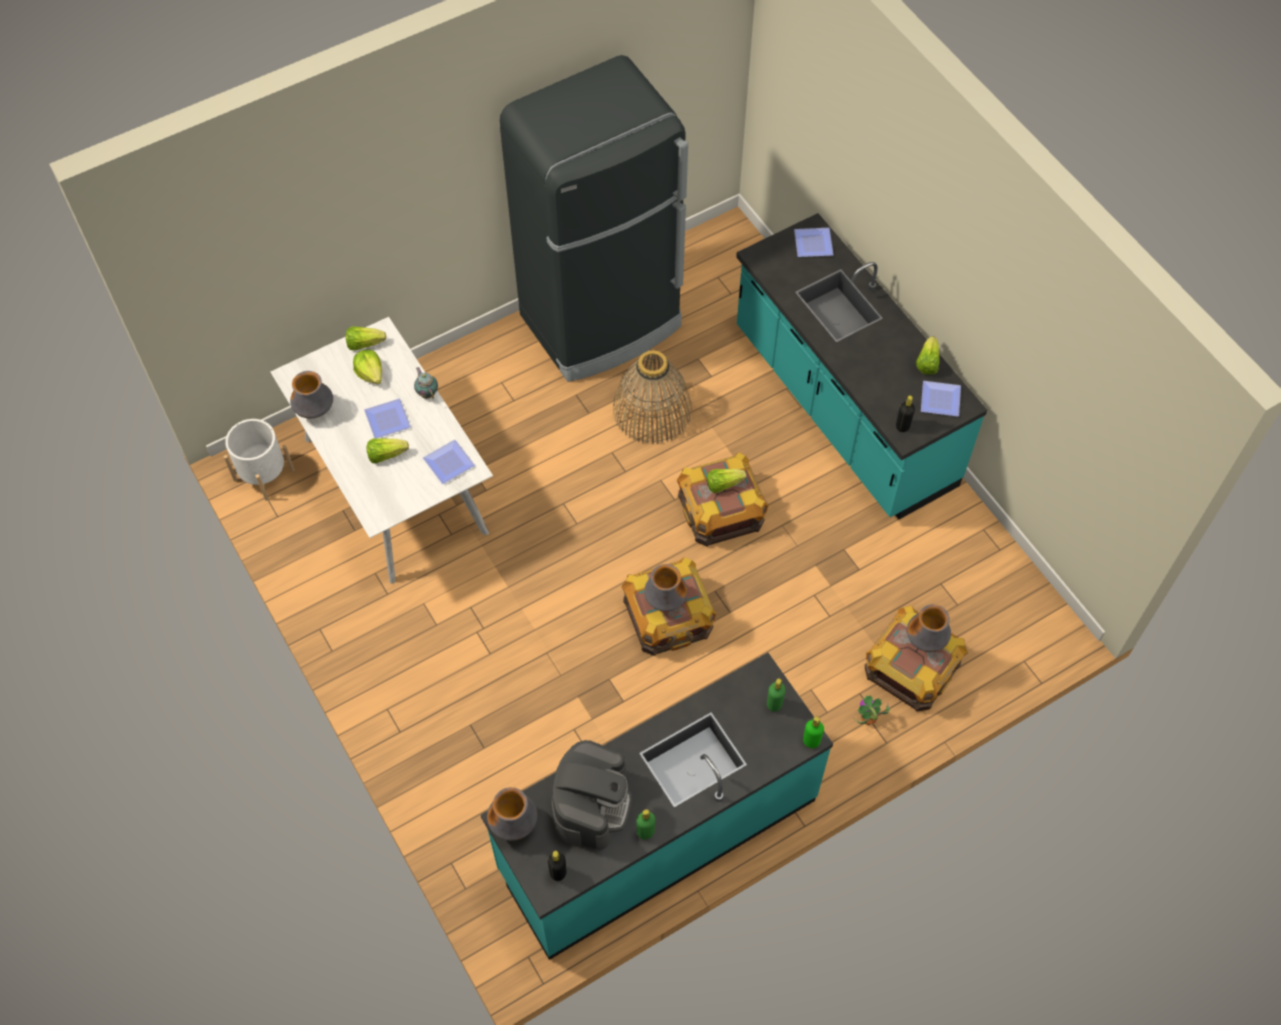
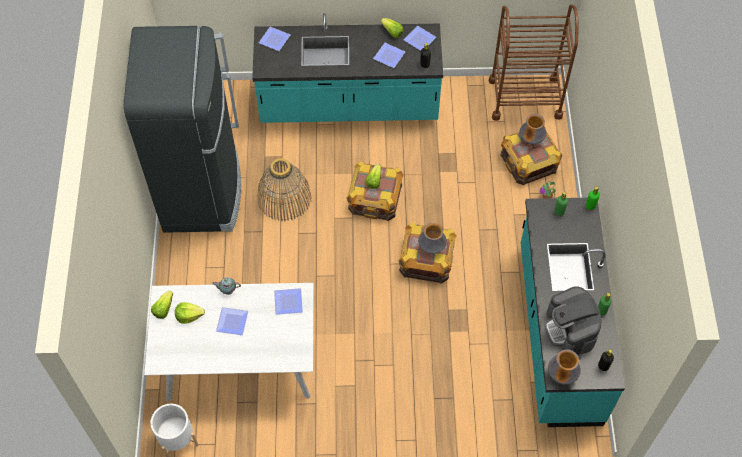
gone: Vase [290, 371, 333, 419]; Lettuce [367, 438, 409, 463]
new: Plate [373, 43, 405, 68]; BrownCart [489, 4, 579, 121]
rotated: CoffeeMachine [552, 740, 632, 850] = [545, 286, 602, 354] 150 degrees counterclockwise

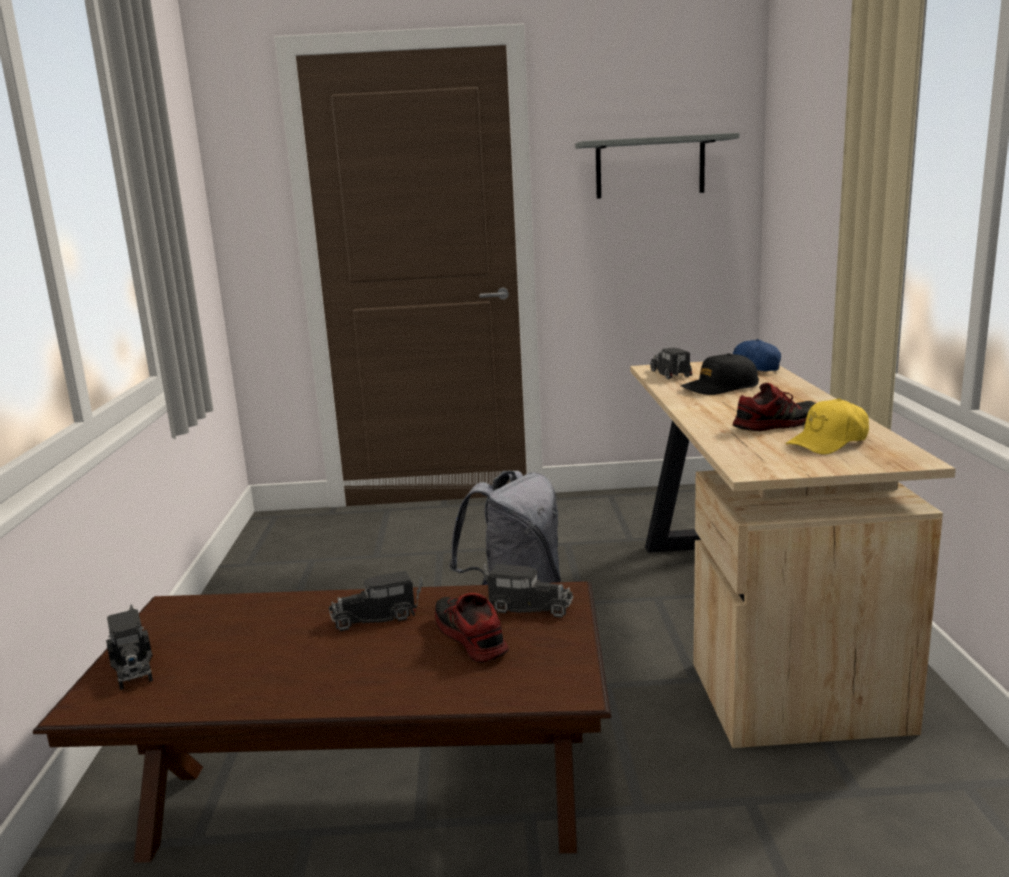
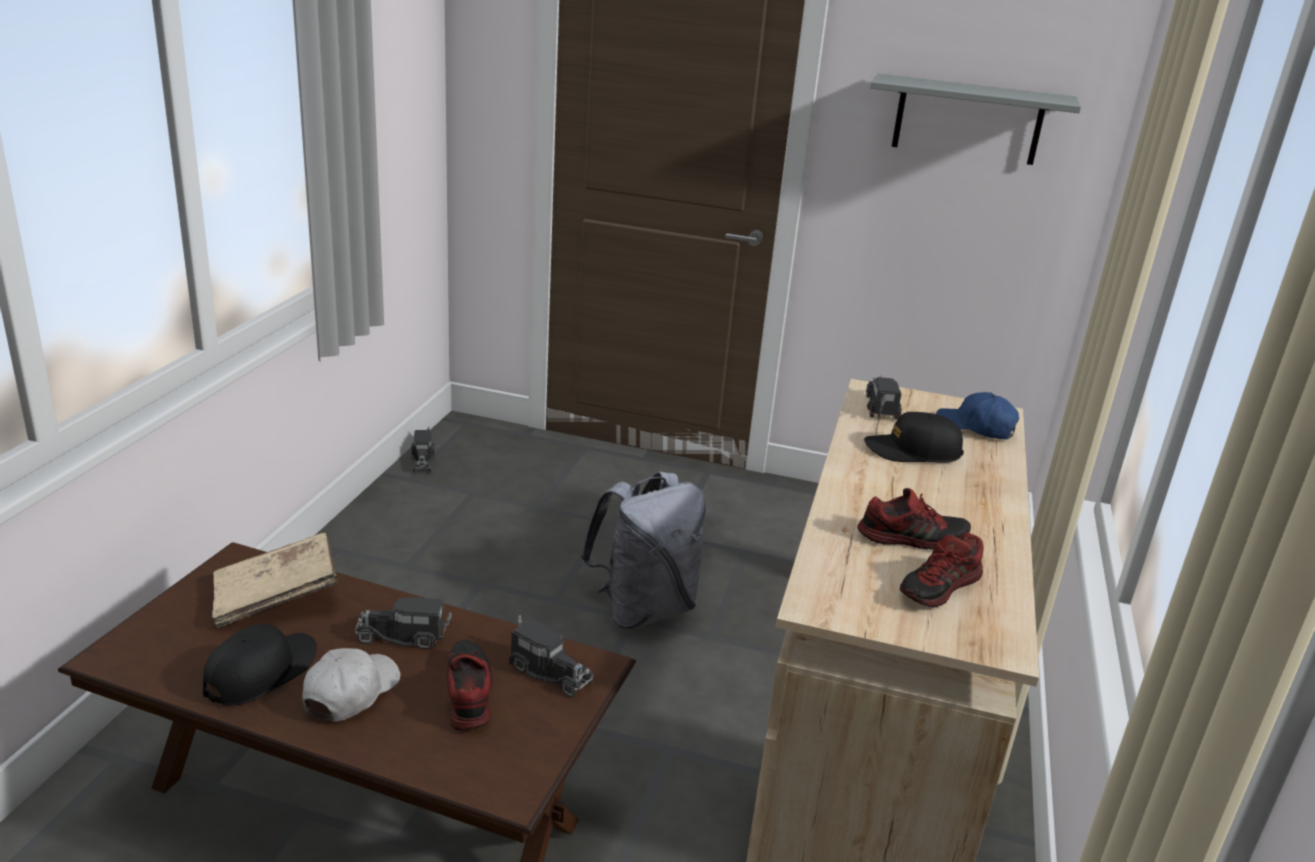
new: BlackCap [203, 623, 317, 706]; BeigeBook [212, 533, 338, 628]; WhiteCap [302, 648, 401, 722]
shifted: ToyTruck [106, 604, 153, 690] to [411, 426, 435, 473]
swapped: YellowCap [785, 398, 869, 455] to Shoe [900, 533, 984, 607]

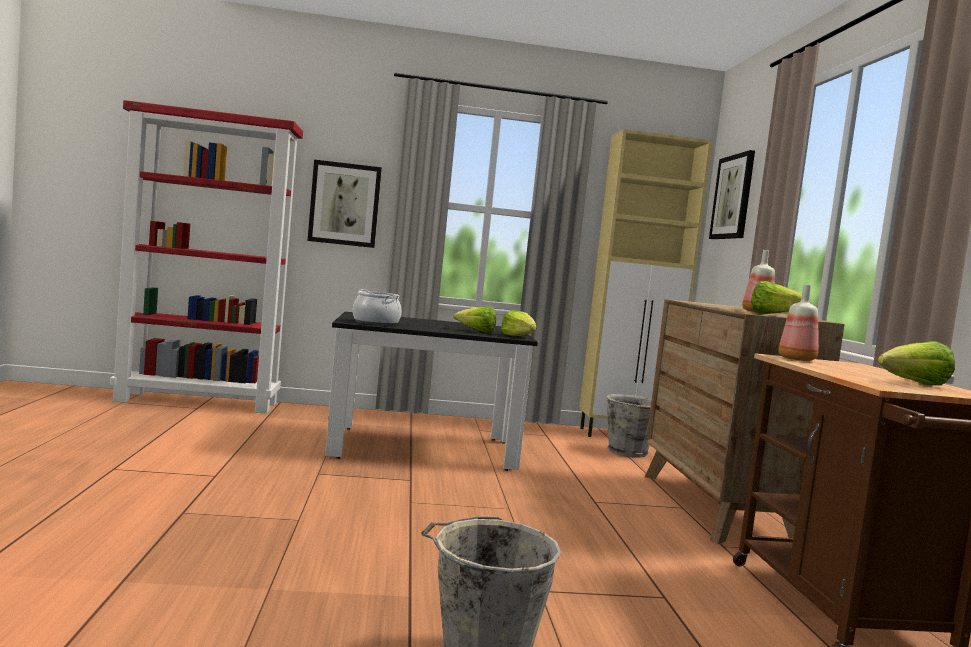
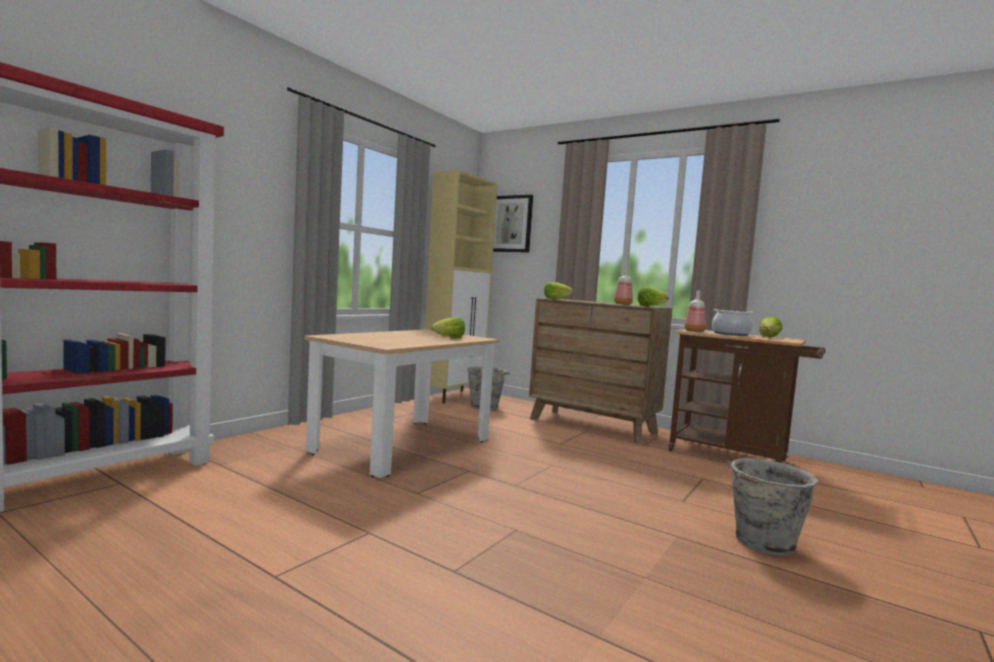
gone: Picture [308, 160, 382, 248]
shifted: CookingPot [353, 289, 401, 326] to [712, 309, 754, 336]; Lettuce [501, 310, 537, 336] to [544, 282, 573, 299]
repainted: BlackDiningTable [325, 312, 538, 471] to BeigeDiningTable [305, 330, 499, 478]

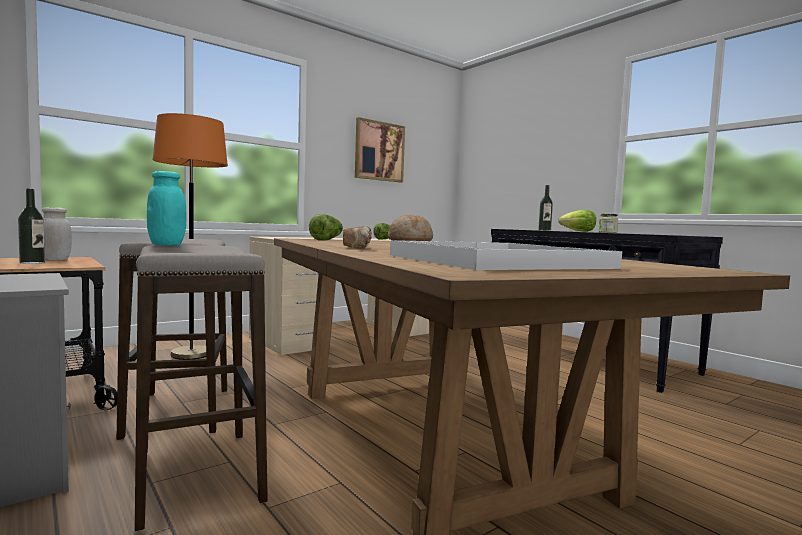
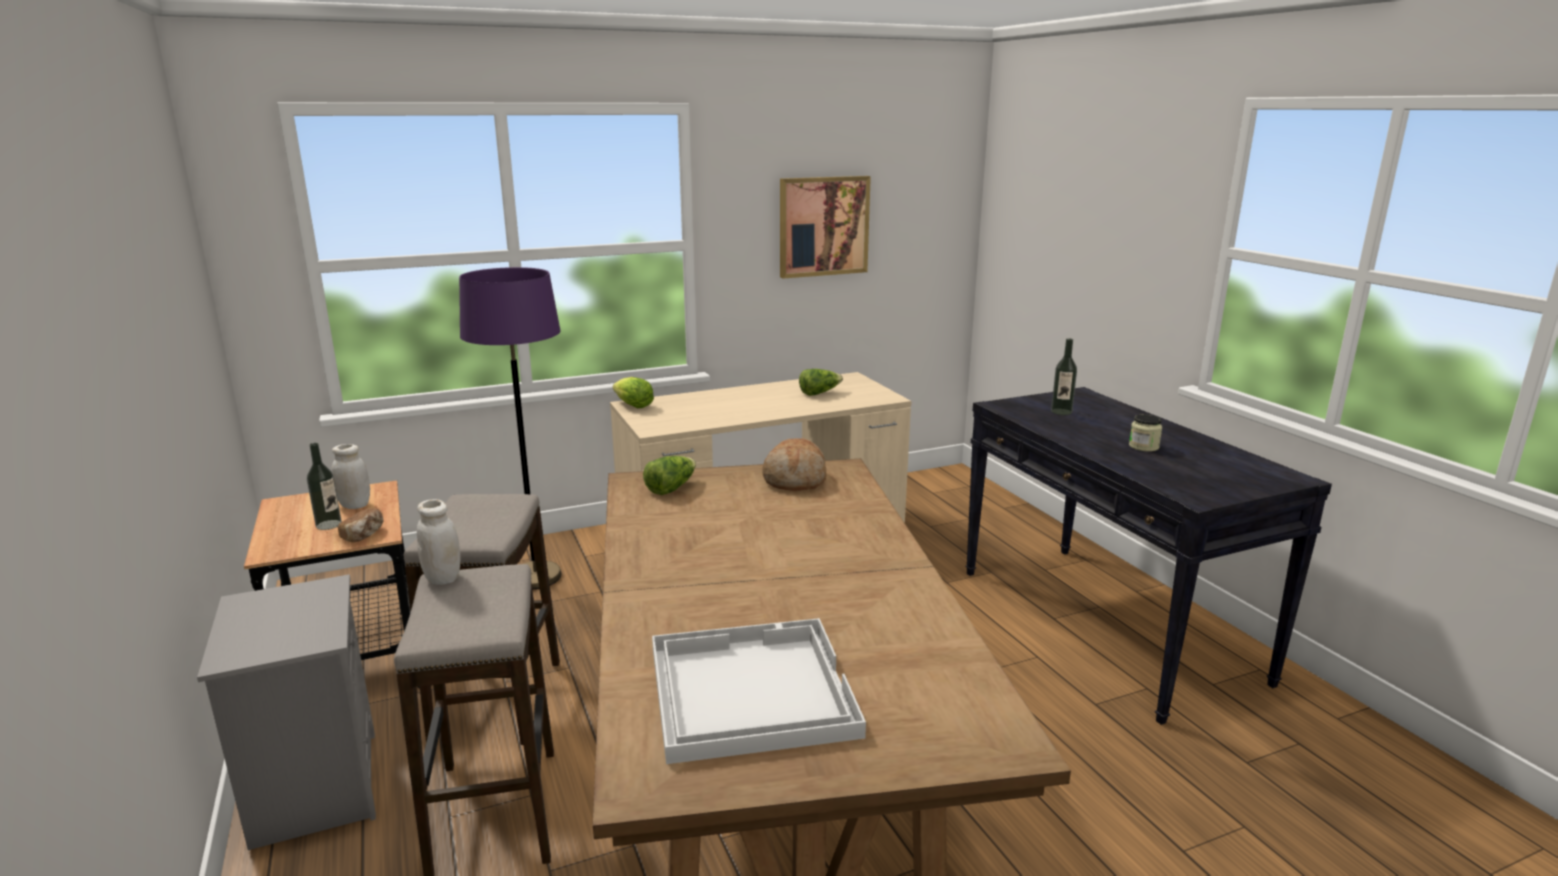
shifted: Bread [343, 226, 372, 249] to [338, 508, 384, 542]; Lettuce [558, 210, 596, 232] to [613, 377, 654, 408]
repainted: TurquoiseJar [147, 171, 187, 245] to WhiteJar [417, 499, 460, 585]; OrangeFloorLamp [152, 113, 228, 360] to PurpleFloorLamp [459, 267, 562, 589]

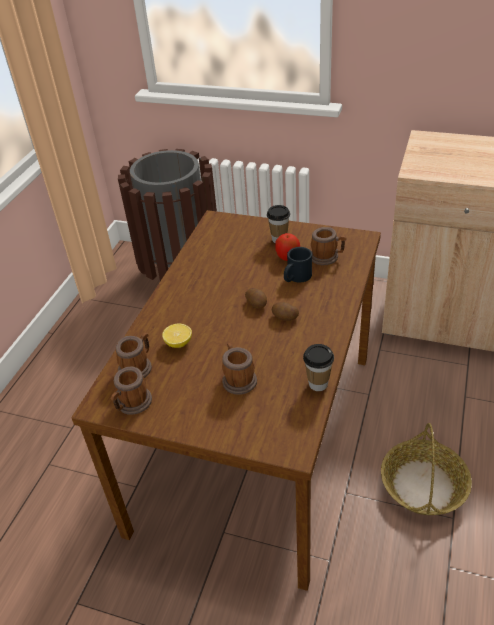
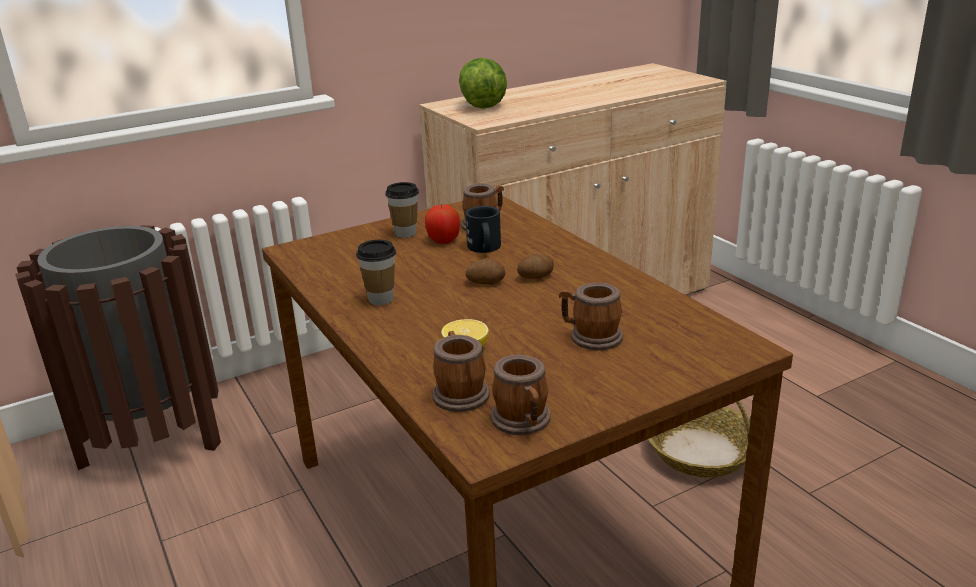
new: Lettuce [459, 58, 507, 109]
shifted: Cup [303, 344, 334, 391] to [356, 240, 396, 305]

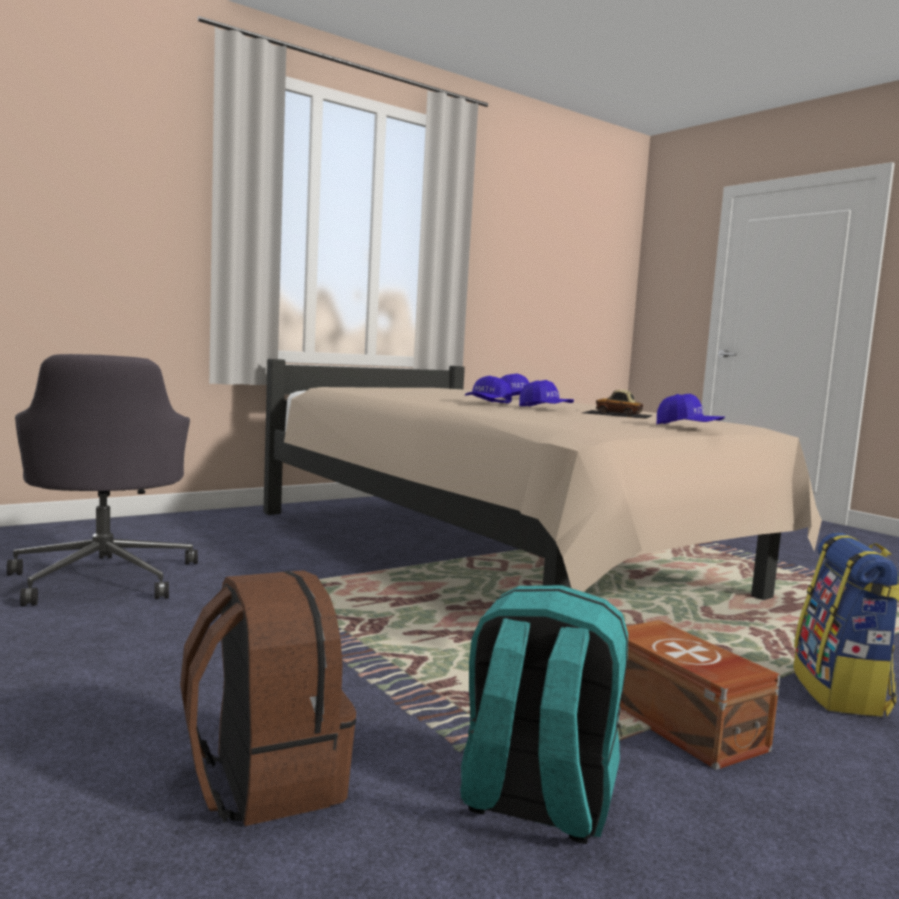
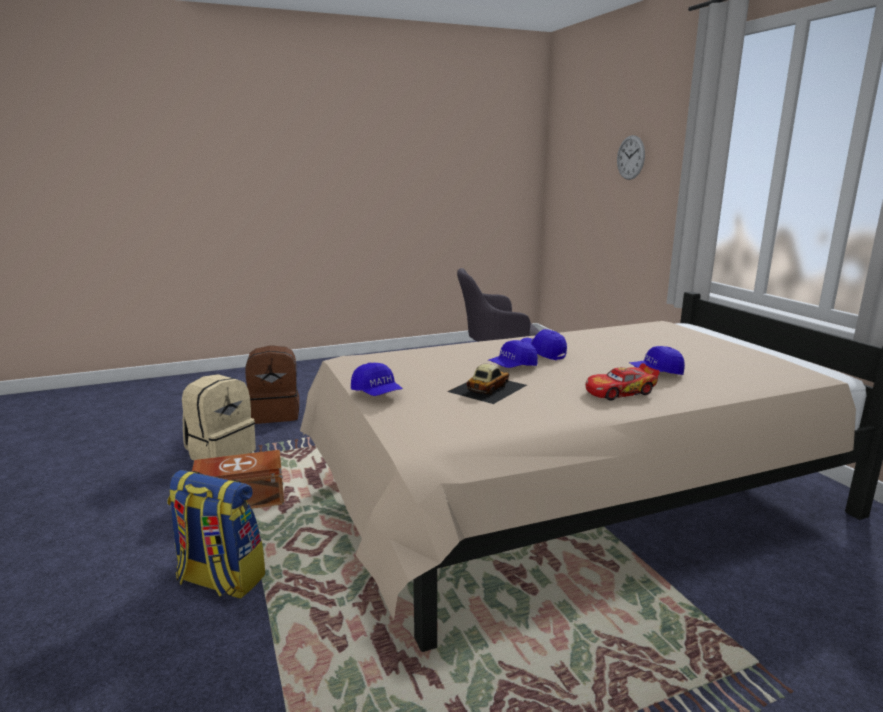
new: ToyCar [585, 363, 660, 401]; WallClock [617, 135, 645, 180]
repainted: TurquoiseBackpack [460, 585, 628, 844] to BeigeBackpack [182, 374, 256, 461]
rotated: BlueCap [656, 394, 725, 425] = [351, 363, 403, 396] 90 degrees counterclockwise

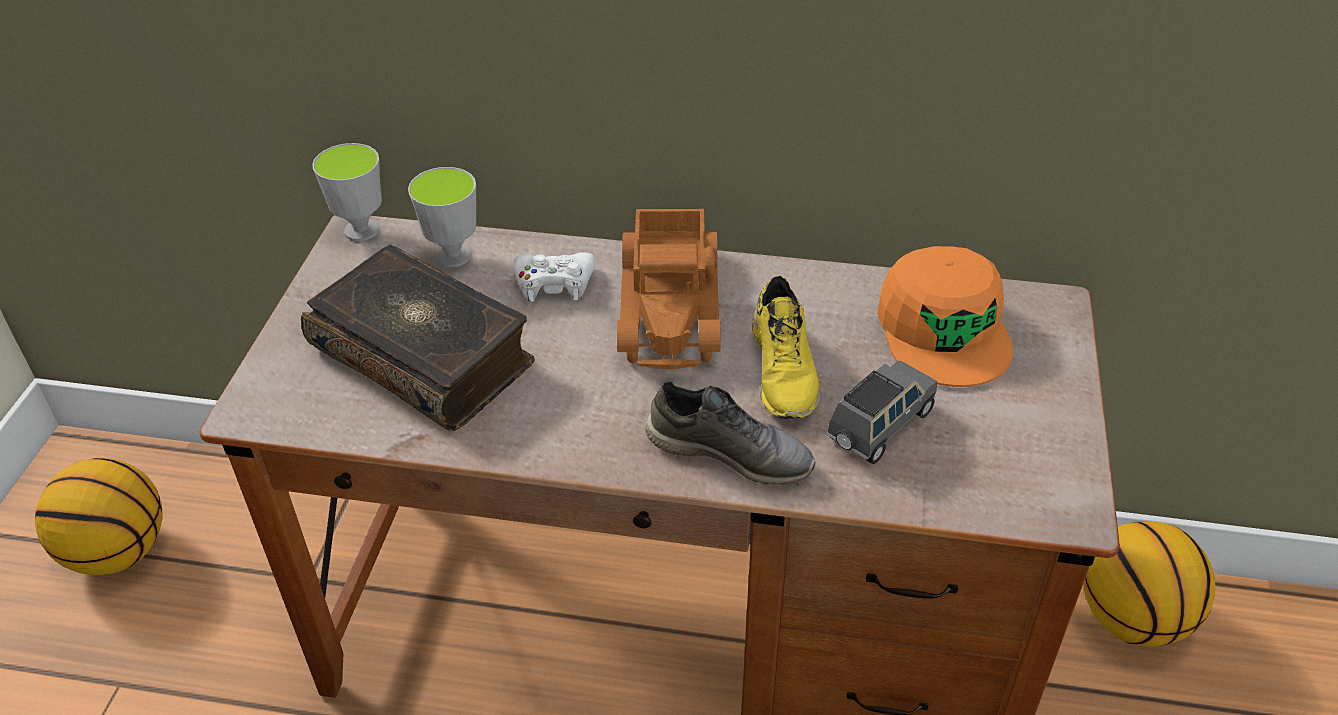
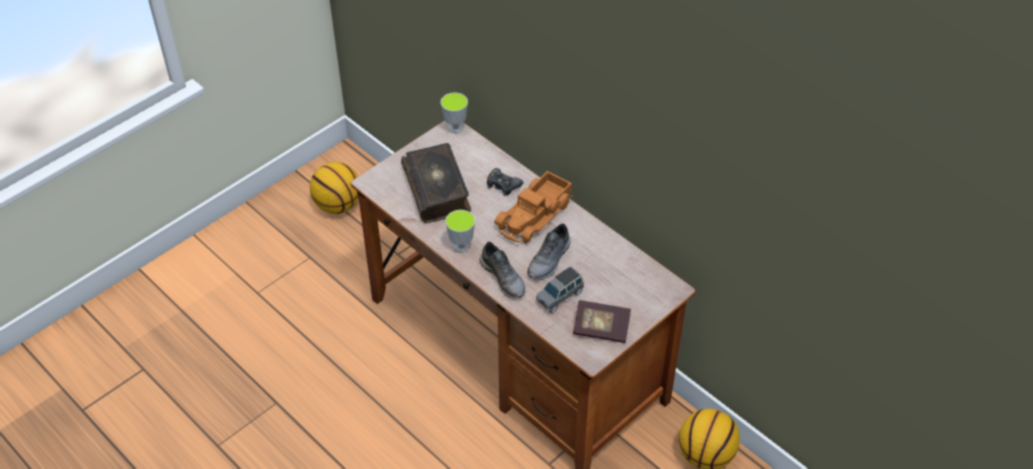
gone: OrangeCap [878, 246, 1014, 387]
new: Book [573, 300, 631, 343]
shifted: Cup [408, 167, 476, 267] to [445, 210, 475, 253]
repainted: WhiteGameController [514, 252, 595, 302] to BlackGameController [487, 168, 523, 196]; YellowShoe [752, 275, 820, 419] to GreyShoe [527, 224, 571, 279]
rotated: GreyToyCar [827, 361, 937, 464] = [536, 267, 584, 313] 150 degrees clockwise

